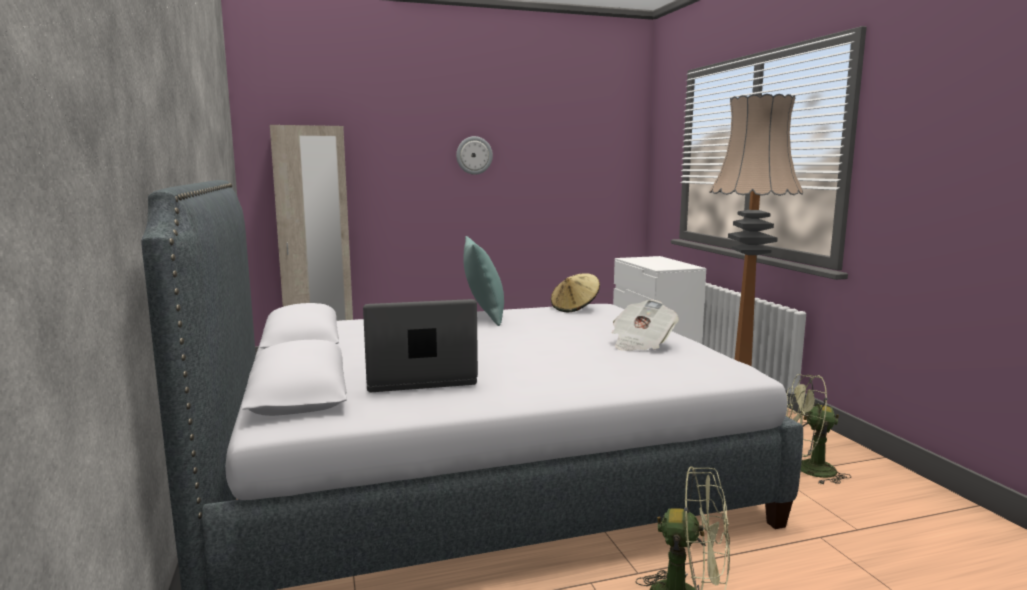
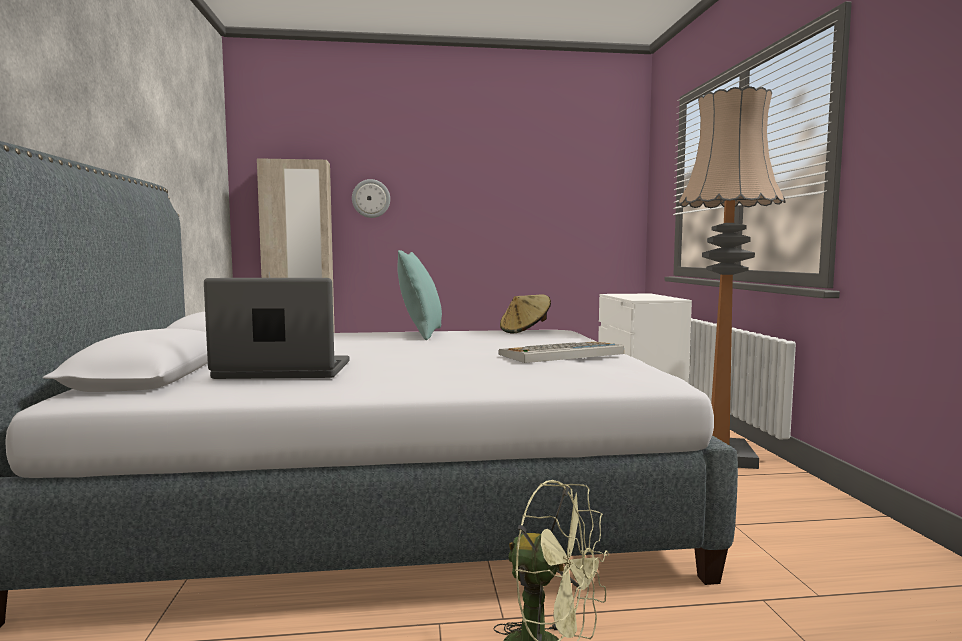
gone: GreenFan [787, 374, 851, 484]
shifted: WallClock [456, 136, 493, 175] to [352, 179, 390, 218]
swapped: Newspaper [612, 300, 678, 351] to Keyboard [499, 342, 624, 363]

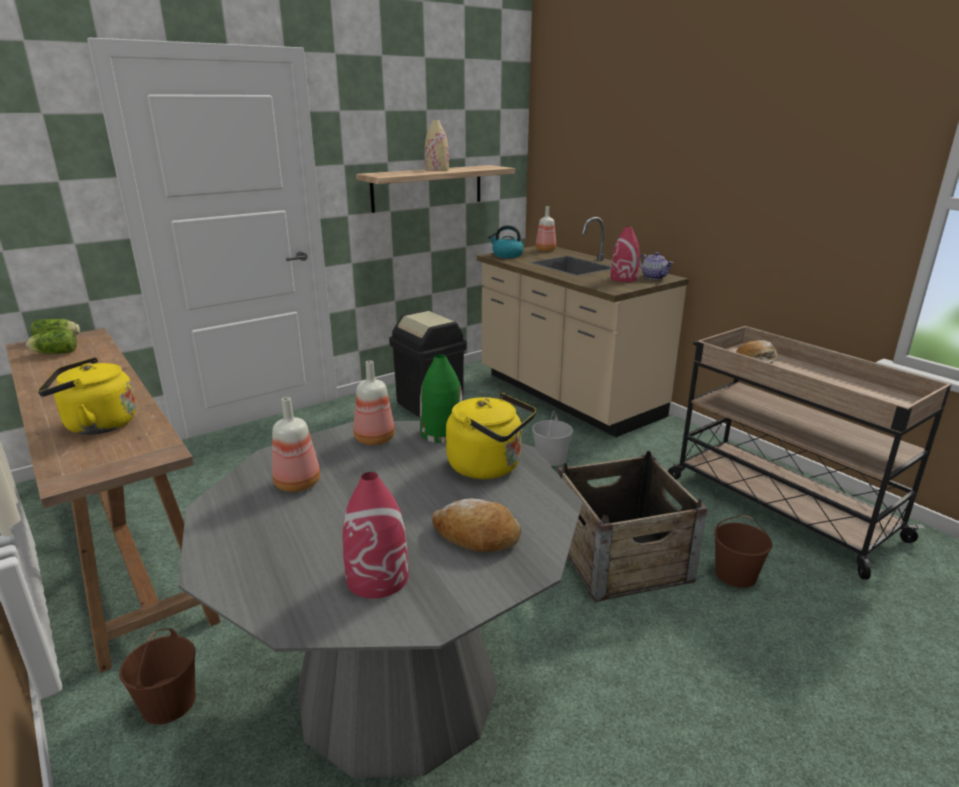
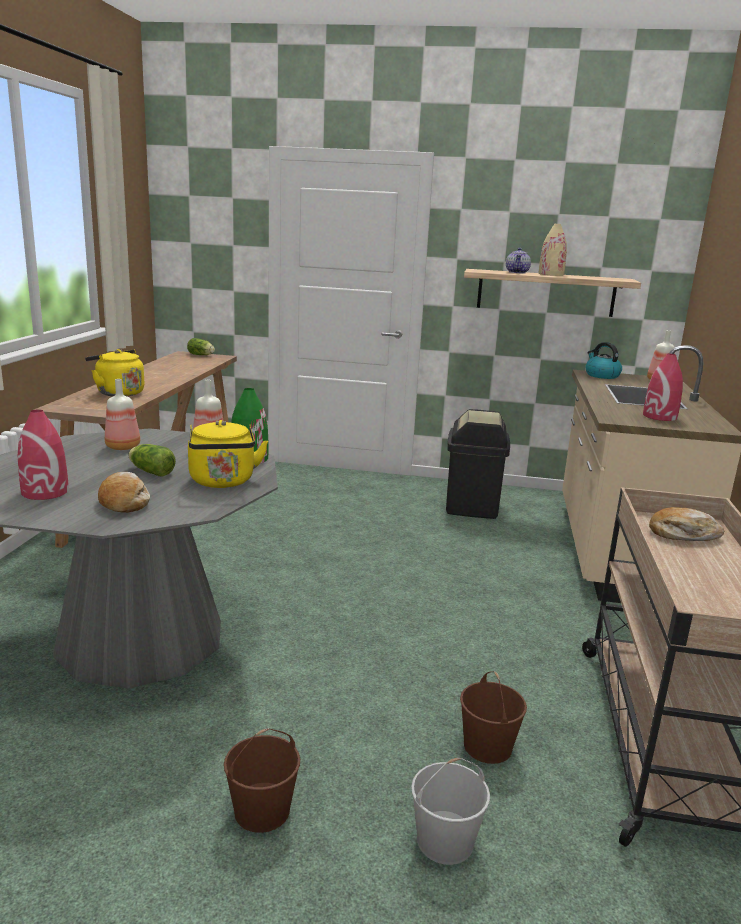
gone: Crate [557, 451, 707, 602]
shifted: Lettuce [26, 329, 77, 354] to [128, 444, 176, 477]; BrownBucket [119, 628, 196, 724] to [224, 728, 300, 833]; WhiteBucket [532, 410, 573, 466] to [411, 758, 490, 865]; Teapot [639, 252, 673, 279] to [506, 248, 531, 273]

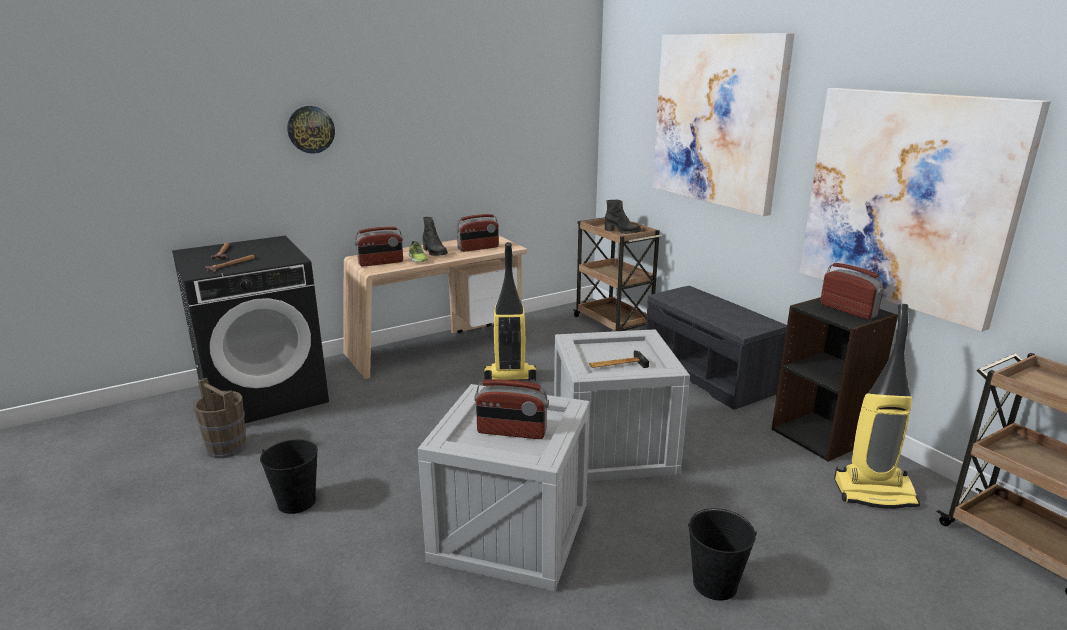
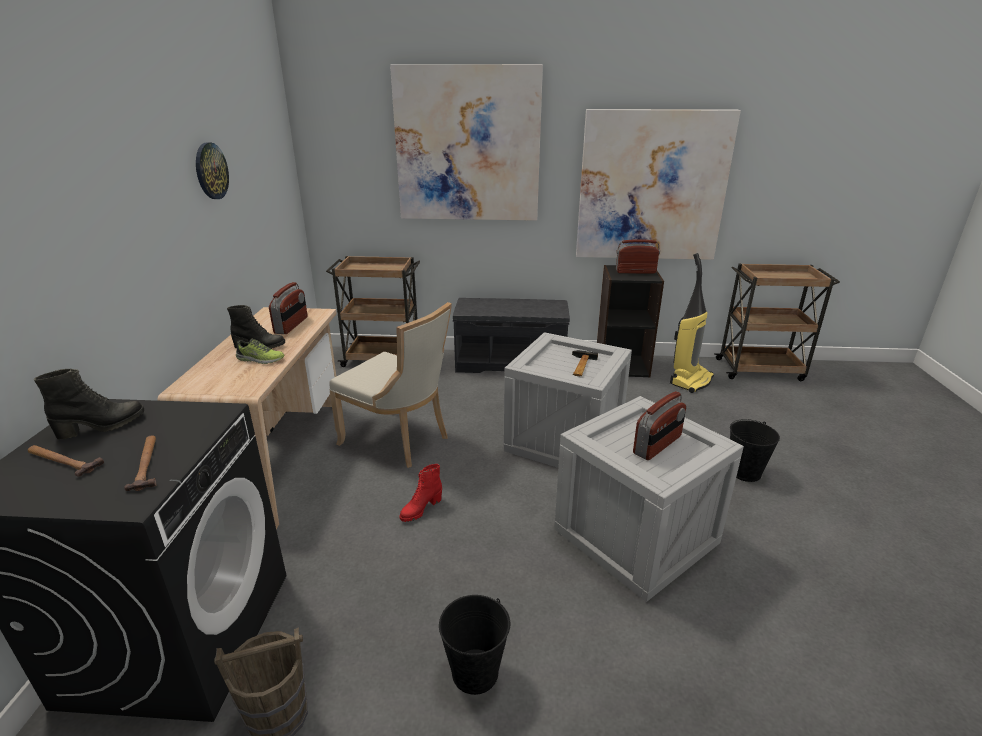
gone: Radio [355, 227, 403, 267]
new: RedBoot [400, 464, 442, 522]
shifted: WallClock [287, 106, 335, 154] to [196, 142, 229, 199]; BlackBoot [605, 200, 641, 234] to [34, 369, 144, 440]
swapped: VacuumCleaner [484, 242, 536, 381] to BeigeChair [329, 302, 452, 468]

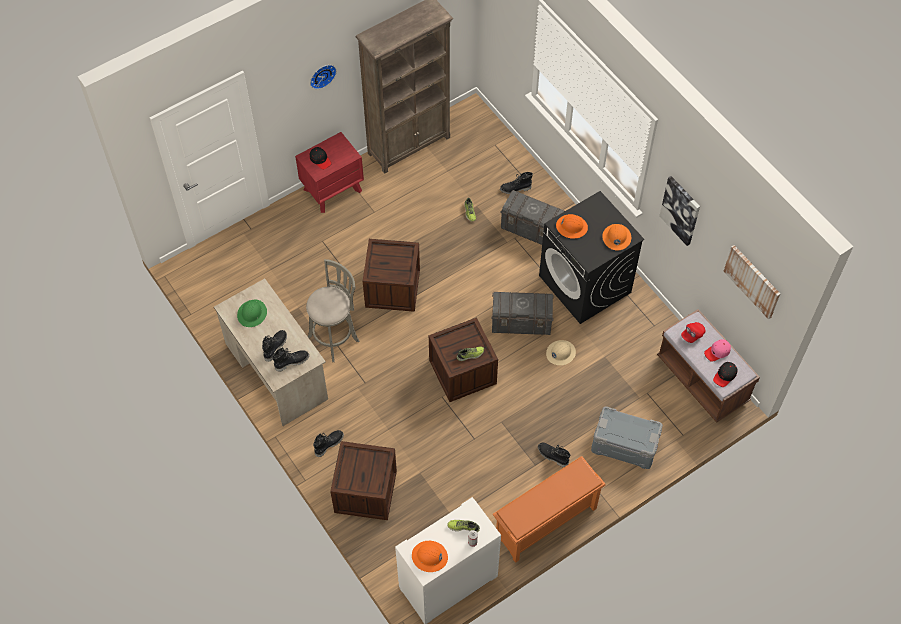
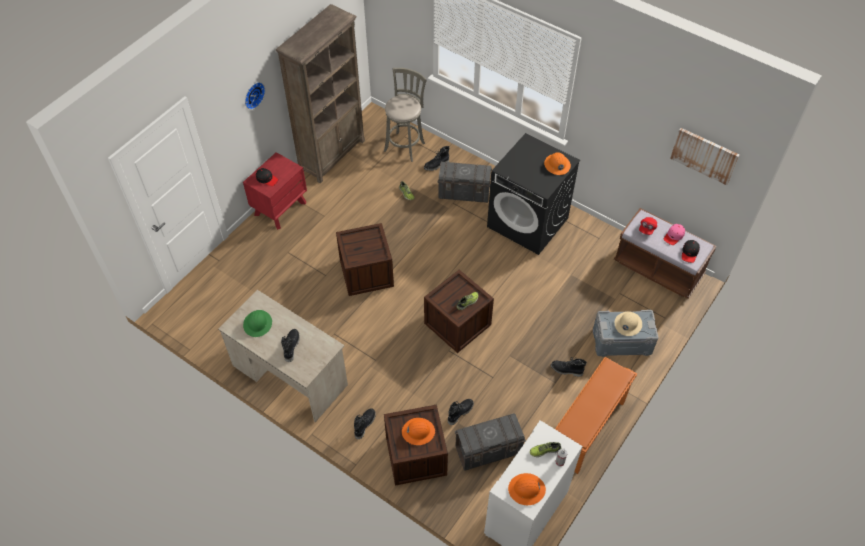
gone: Picture [659, 176, 700, 246]
shifted: BlackBoot [272, 347, 309, 372] to [448, 399, 474, 425]; GreyStool [306, 259, 359, 362] to [384, 68, 427, 162]; GreyStorageBox [492, 292, 554, 335] to [455, 413, 526, 471]; BeigeHardHat [546, 340, 576, 365] to [615, 312, 642, 336]; OrangeHardHat [556, 214, 588, 238] to [402, 418, 435, 445]

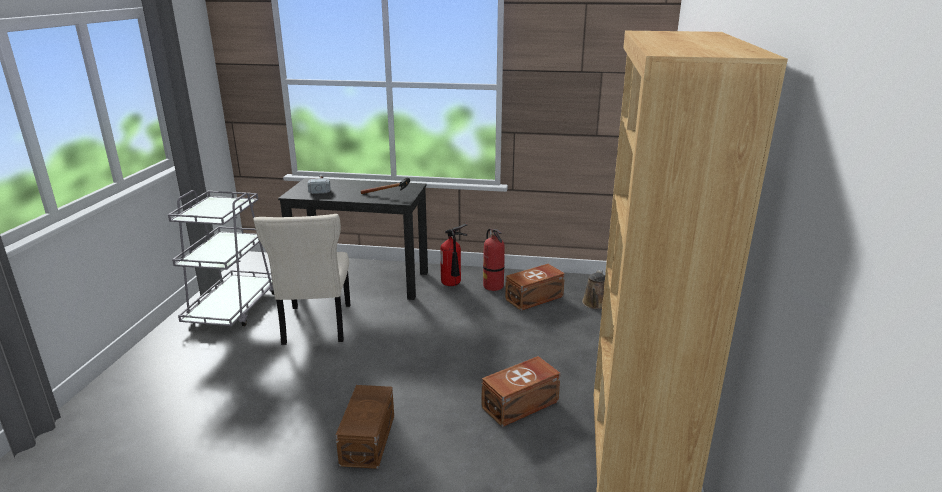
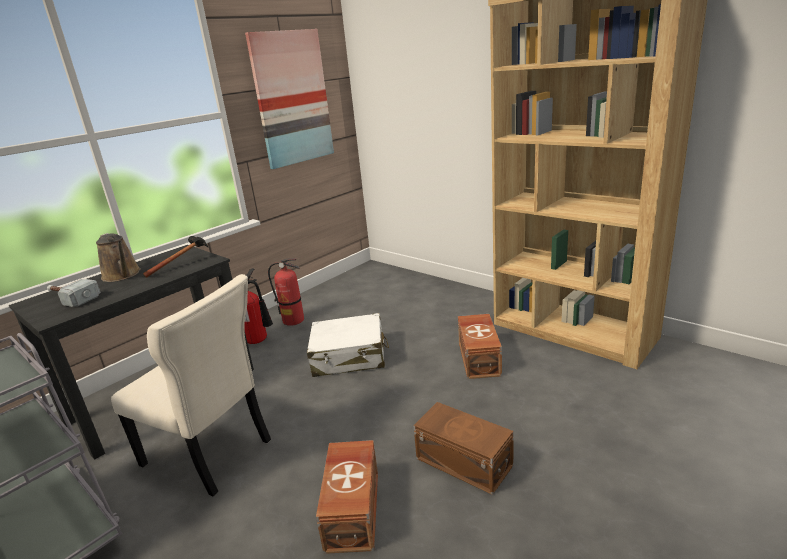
new: Picture [245, 29, 334, 169]; WhiteSuitcase [307, 313, 389, 377]
shifted: BrownStorageBox [505, 264, 565, 311] to [316, 440, 378, 554]; BrownWateringCan [582, 270, 605, 309] to [96, 233, 141, 282]

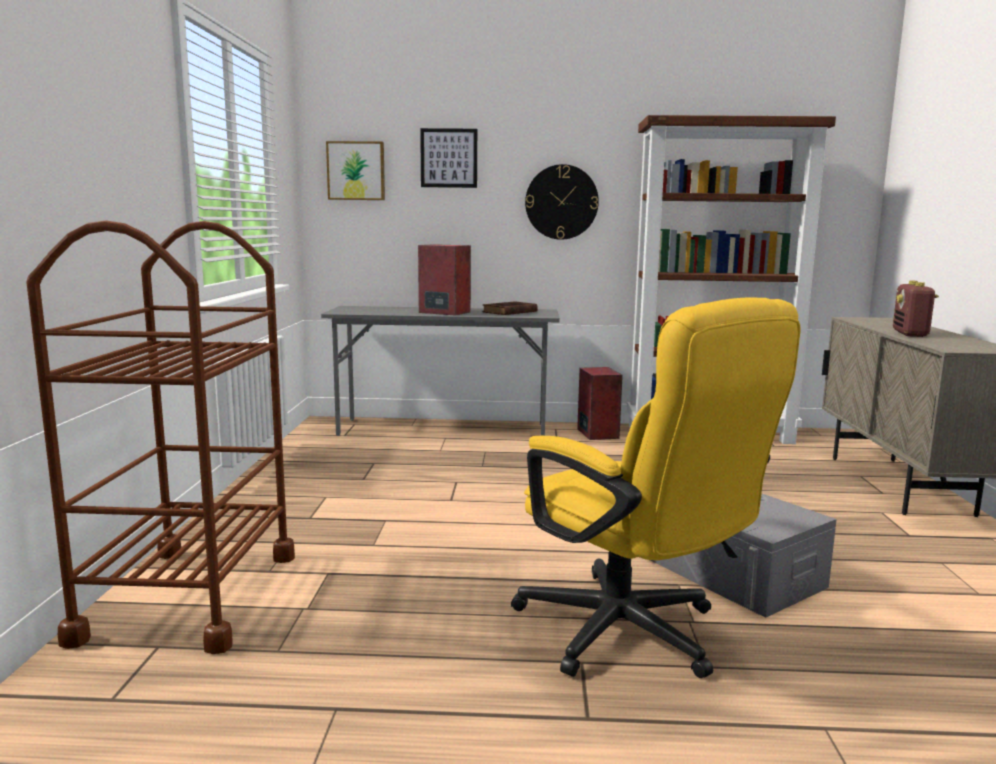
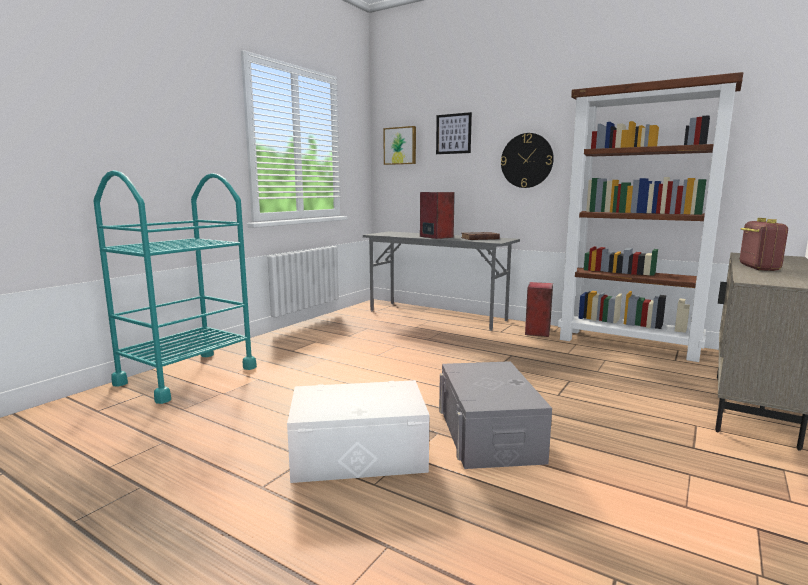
swapped: YellowOfficeChair [511, 297, 801, 678] to WhiteStorageBox [287, 380, 429, 483]
repainted: BrownCart [26, 220, 295, 654] to TurquoiseCart [94, 170, 257, 404]
rotated: Radio [893, 281, 939, 337] = [740, 218, 788, 271] 150 degrees clockwise

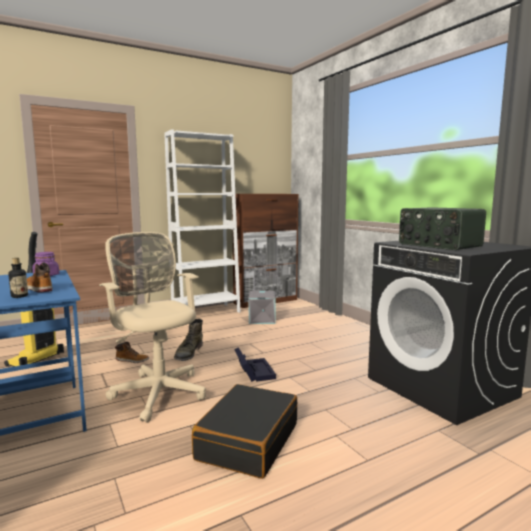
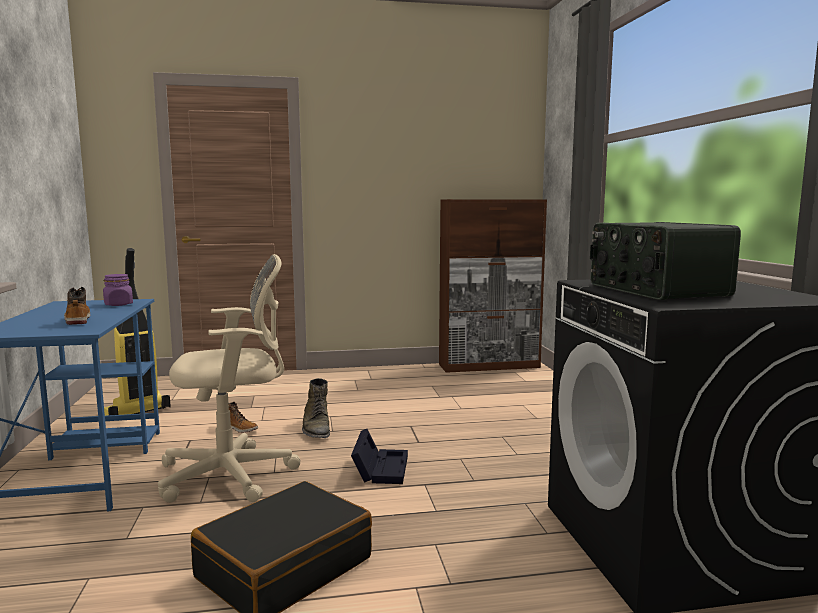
gone: Bottle [8, 258, 28, 298]; WhiteBookcase [164, 129, 241, 313]; GreyStorageBox [249, 291, 276, 324]
rotated: BeigeOfficeChair [99, 232, 206, 423] = [158, 254, 300, 503] 90 degrees clockwise; GreenBoot [174, 319, 203, 361] = [302, 378, 330, 438] 45 degrees counterclockwise

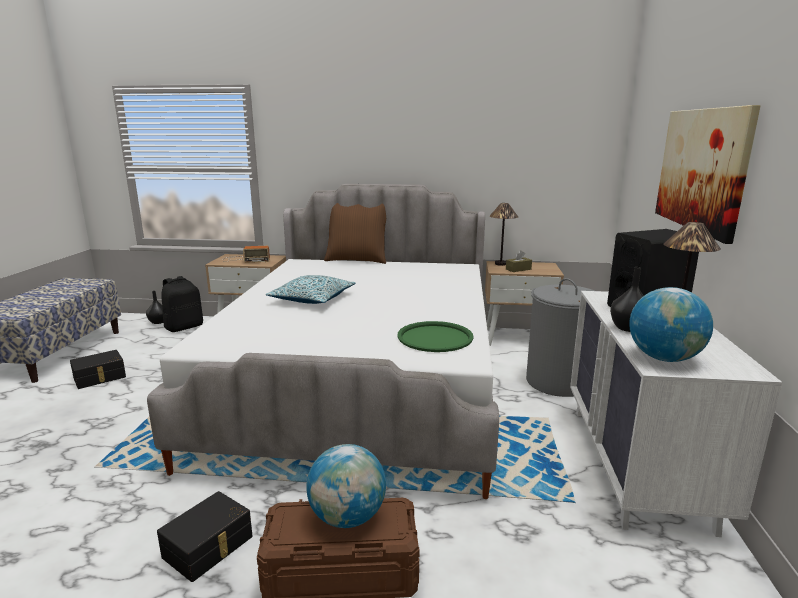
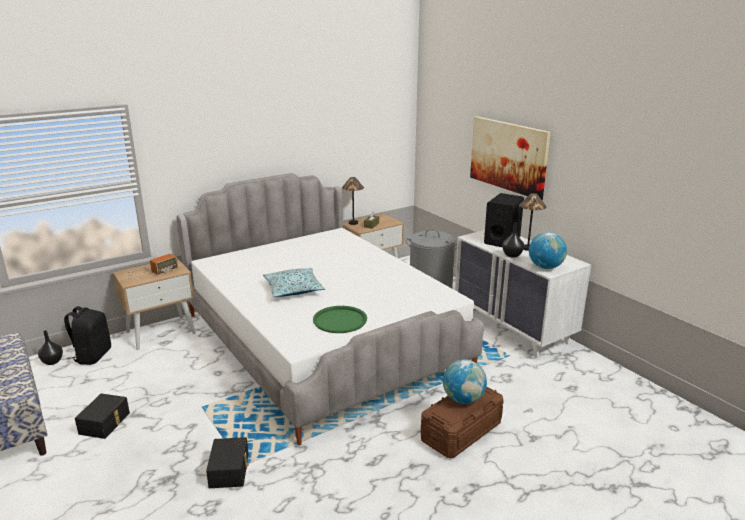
gone: BrownPillow [324, 203, 386, 264]
shifted: BlackStorageBox [157, 491, 253, 582] to [206, 437, 249, 488]; GreenTray [397, 321, 474, 352] to [313, 306, 367, 333]

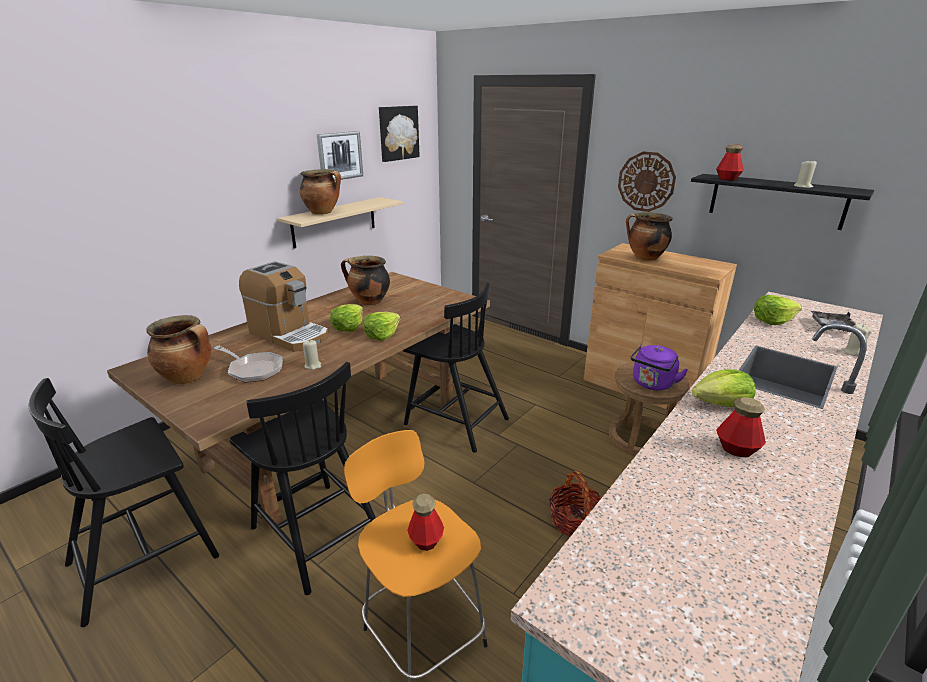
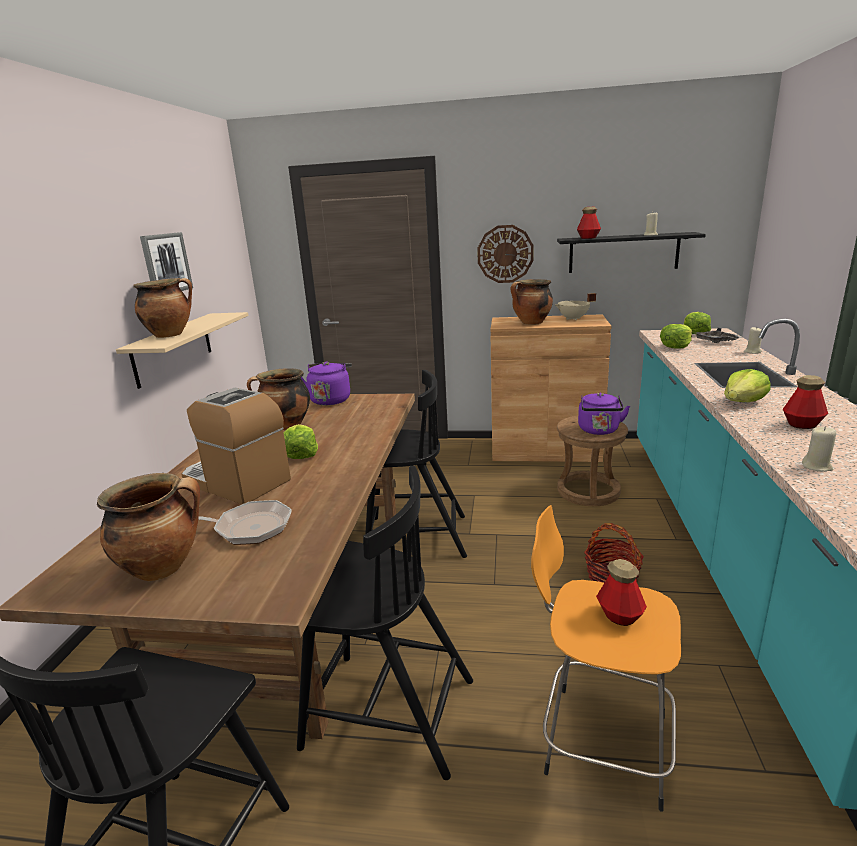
gone: Picture [379, 106, 420, 162]
new: PurpleKettle [301, 361, 352, 405]; BeigeCookingPot [555, 293, 596, 320]
shifted: BeigeCandle [303, 340, 321, 370] to [802, 426, 836, 472]; Lettuce [363, 312, 400, 341] to [684, 312, 711, 334]
rotated: CoffeeMachine [239, 261, 329, 352] = [181, 388, 291, 504] 150 degrees counterclockwise

